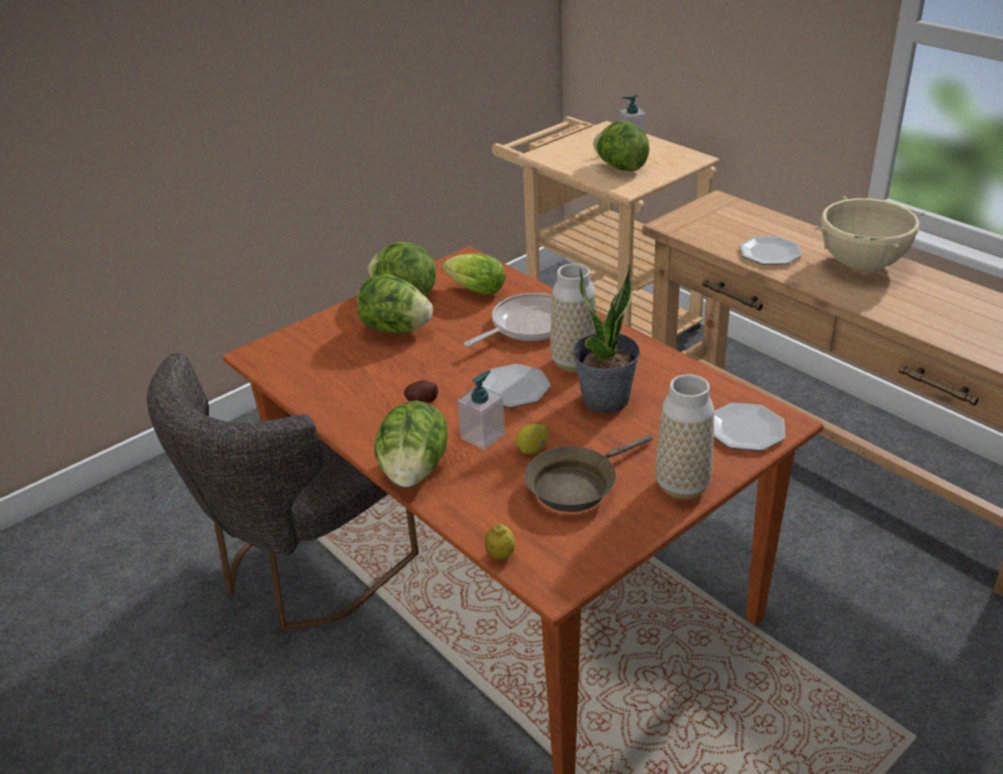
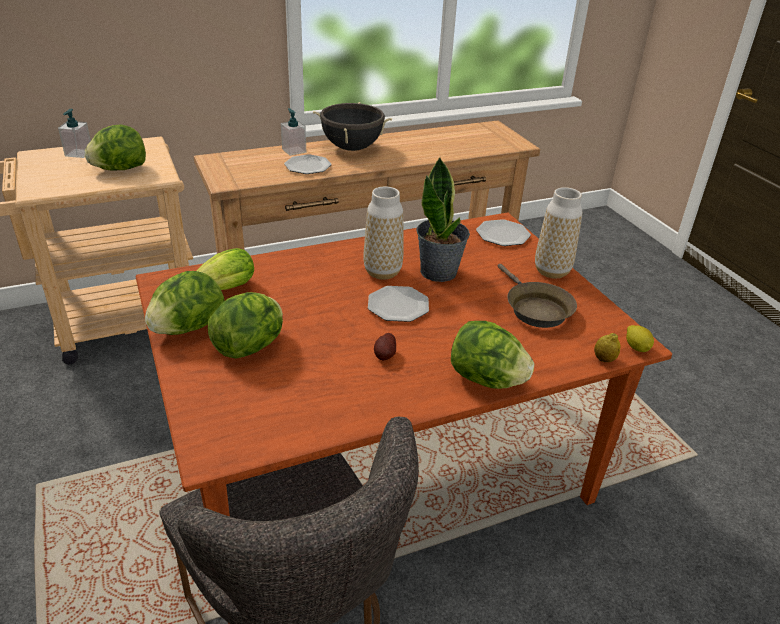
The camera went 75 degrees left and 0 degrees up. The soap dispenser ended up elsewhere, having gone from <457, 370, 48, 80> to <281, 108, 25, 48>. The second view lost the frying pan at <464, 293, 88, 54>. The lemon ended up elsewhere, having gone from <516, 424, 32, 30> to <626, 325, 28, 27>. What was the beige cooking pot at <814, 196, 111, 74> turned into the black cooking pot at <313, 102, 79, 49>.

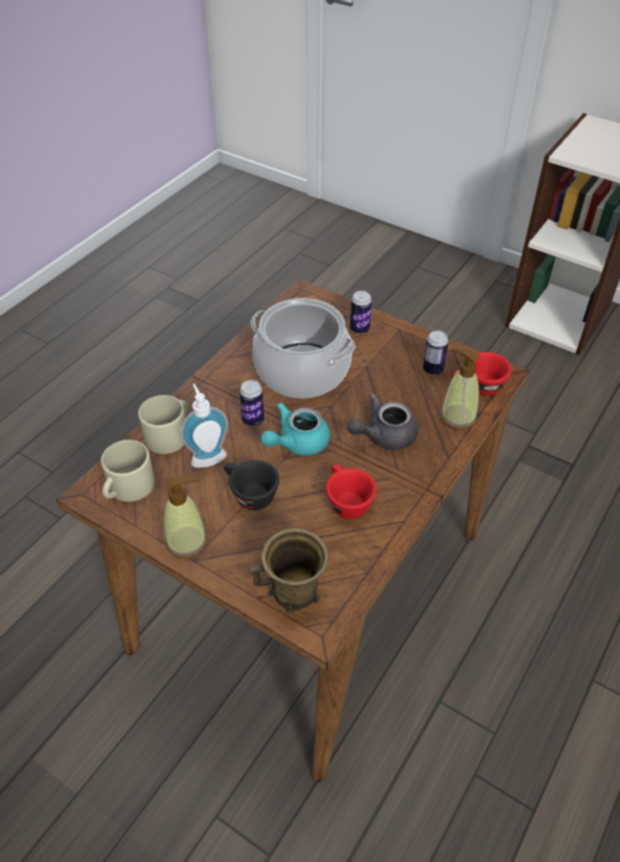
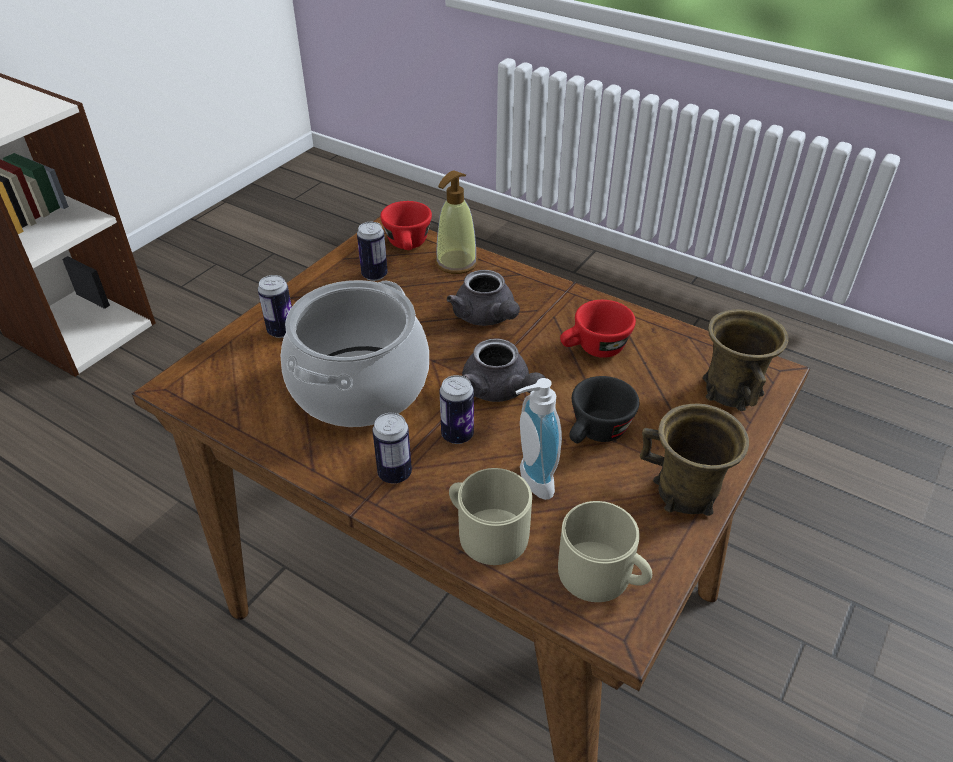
The camera went 90 degrees left and 5 degrees down. Where the soap dispenser stood at <164, 475, 43, 83>, the brown mug came to stand at <640, 404, 109, 112>. What was the turquoise teapot at <261, 402, 69, 54> turned into the grey teapot at <462, 339, 83, 63>. The second view gained the can at <372, 413, 40, 71>.

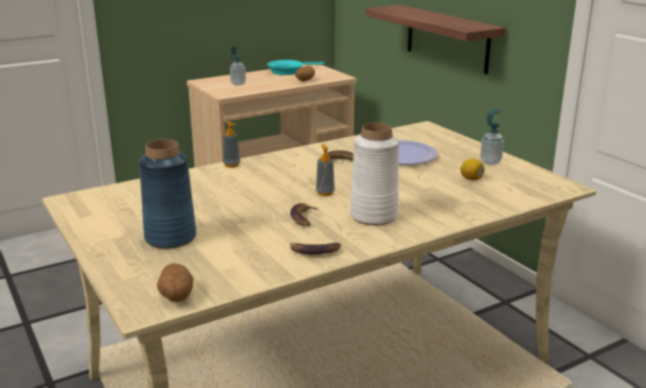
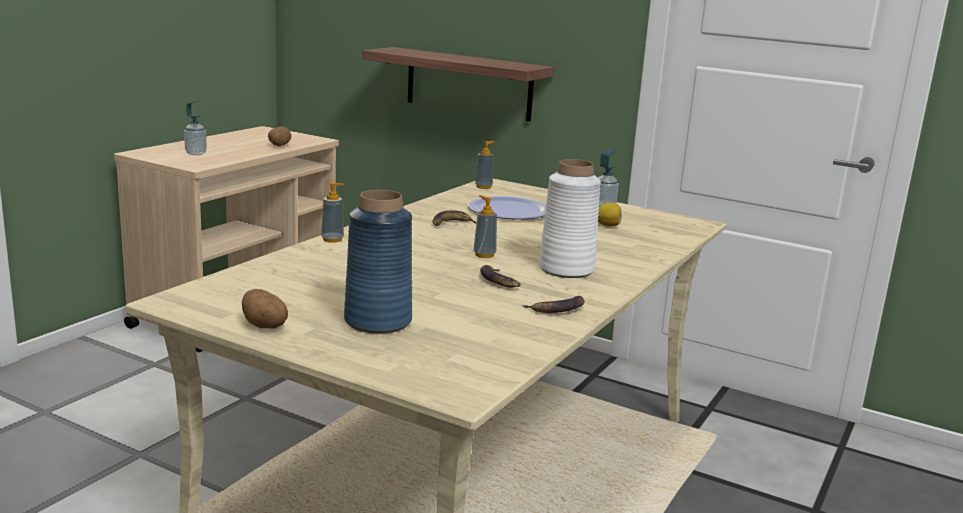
The camera went 30 degrees left and 5 degrees down. The potato ended up elsewhere, having gone from <157, 263, 36, 39> to <242, 289, 46, 40>. The second view lost the turquoise frying pan at <267, 60, 57, 15>. The second view gained the soap dispenser at <475, 141, 20, 48>.

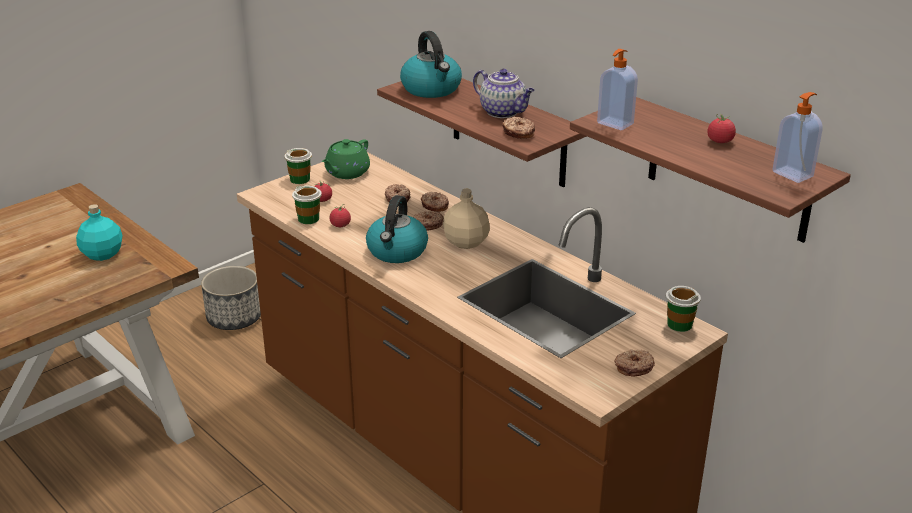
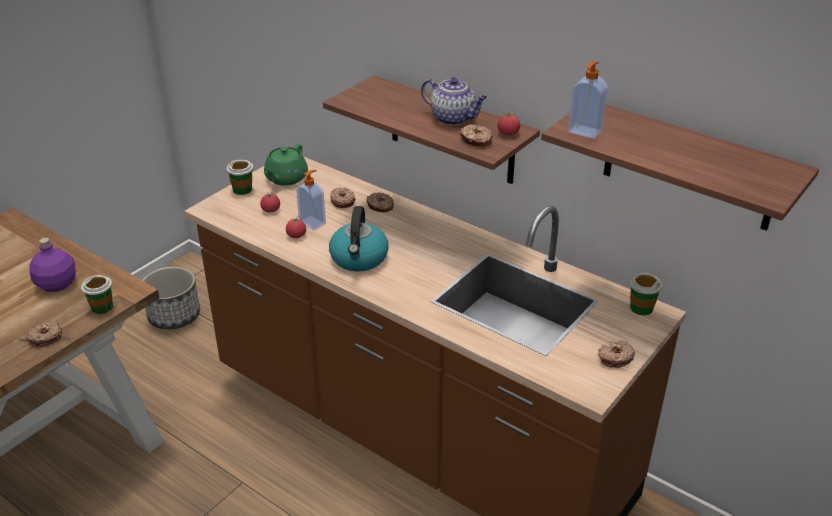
The camera went 10 degrees left and 5 degrees up. What was the turquoise bottle at <76, 204, 46, 57> turned into the purple bottle at <30, 238, 46, 54>. The cup ended up elsewhere, having gone from <292, 186, 30, 38> to <81, 275, 32, 39>. The second view lost the kettle at <400, 31, 62, 67>. The donut ended up elsewhere, having gone from <413, 211, 31, 20> to <26, 322, 36, 25>. The second view lost the beige bottle at <443, 189, 47, 60>. The tomato ended up elsewhere, having gone from <708, 114, 28, 29> to <498, 111, 22, 24>. The soap dispenser ended up elsewhere, having gone from <772, 92, 51, 91> to <296, 170, 30, 60>.

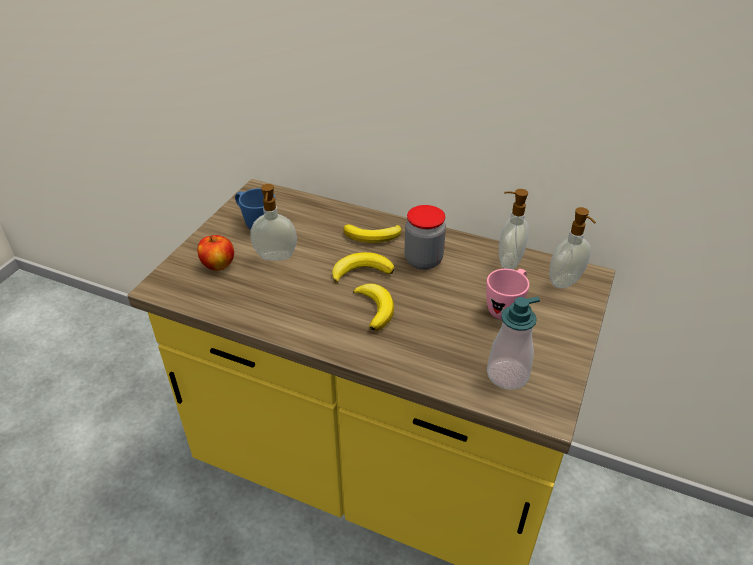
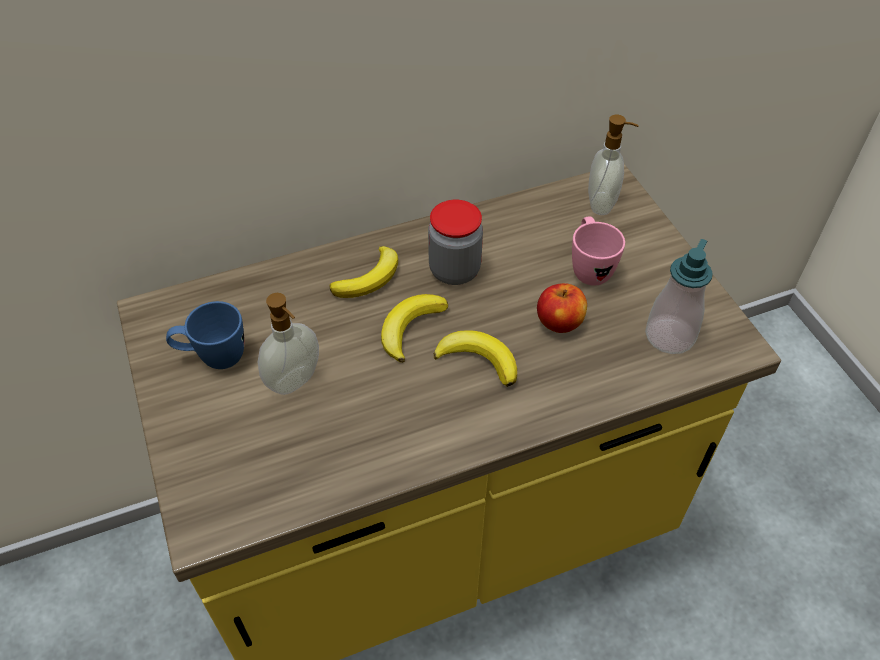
The camera went 45 degrees left and 10 degrees up. The apple ended up elsewhere, having gone from <198, 235, 36, 36> to <537, 283, 50, 50>. The second view lost the soap dispenser at <499, 189, 30, 80>.

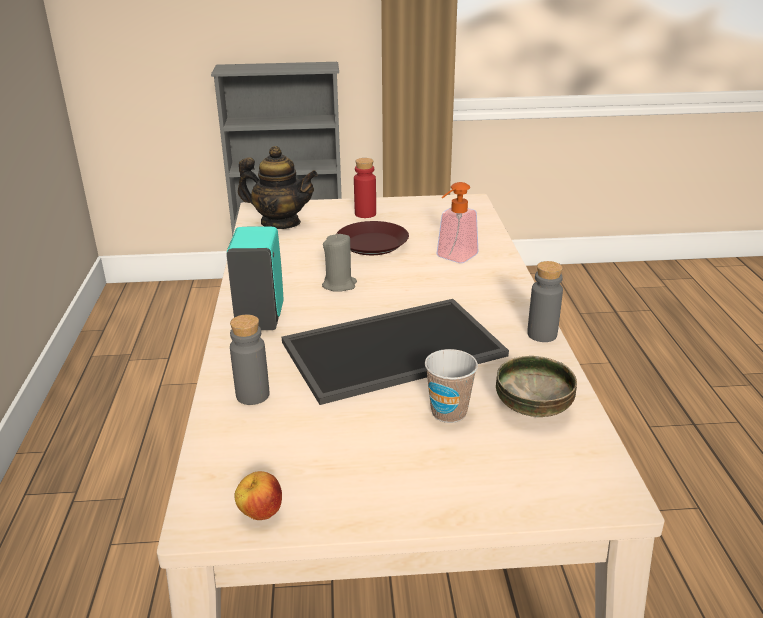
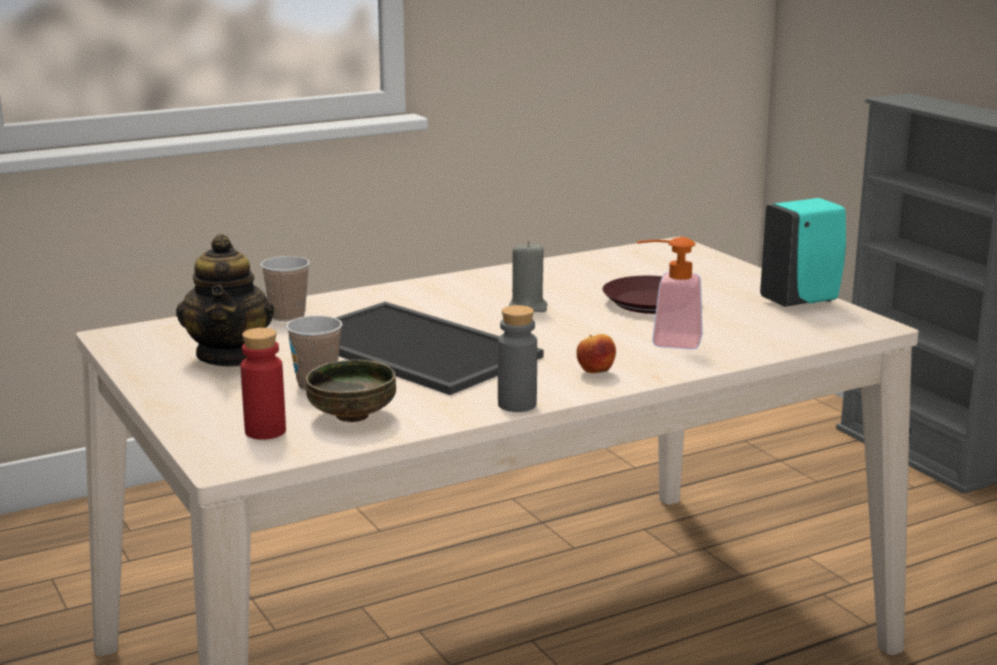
The camera went 65 degrees right and 10 degrees down. The turquoise soap dispenser ended up elsewhere, having gone from <226, 226, 58, 104> to <760, 198, 86, 109>. Where the grey bottle stood at <230, 315, 40, 90>, the cup came to stand at <261, 256, 49, 66>. The apple ended up elsewhere, having gone from <234, 471, 48, 49> to <576, 334, 40, 39>. The teapot ended up elsewhere, having gone from <238, 146, 80, 83> to <176, 234, 98, 132>. The red bottle ended up elsewhere, having gone from <354, 158, 22, 60> to <241, 328, 45, 112>.

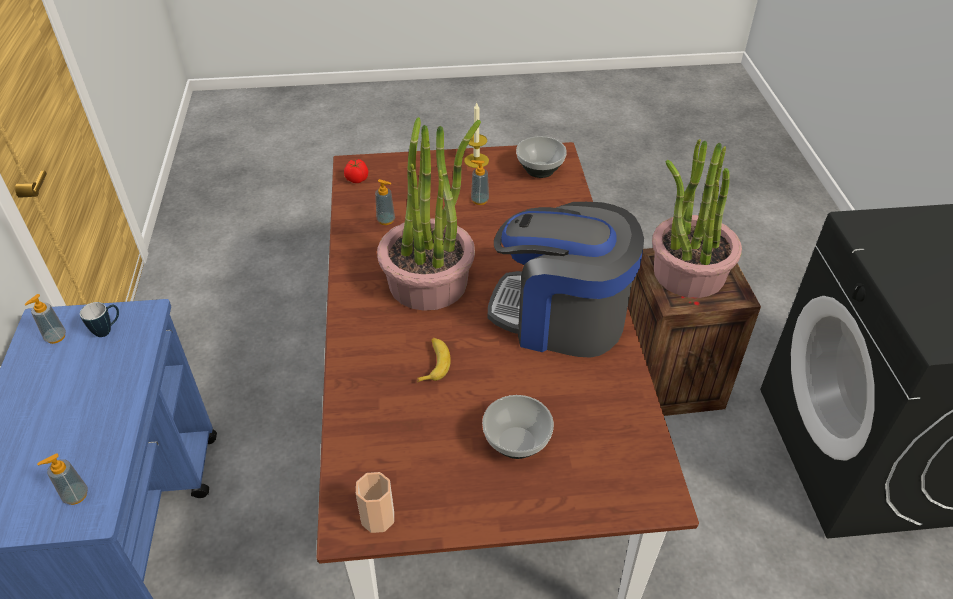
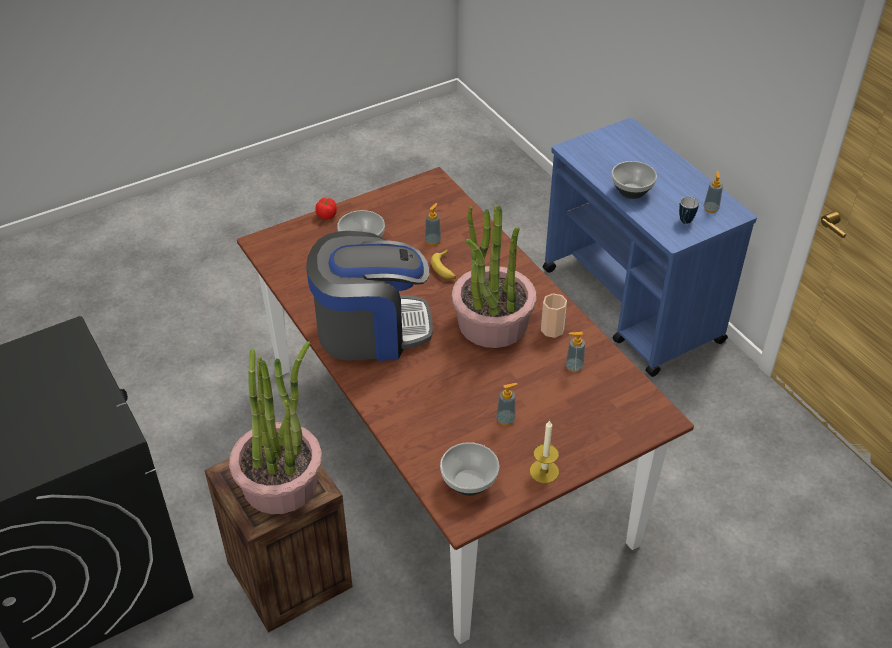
The camera went 155 degrees right and 0 degrees up. The soap dispenser ended up elsewhere, having gone from <37, 453, 51, 52> to <425, 203, 16, 42>. The tomato ended up elsewhere, having gone from <344, 159, 24, 24> to <316, 198, 21, 22>. The cup ended up elsewhere, having gone from <356, 472, 38, 61> to <541, 293, 26, 45>. The second view gained the bowl at <612, 161, 45, 38>.

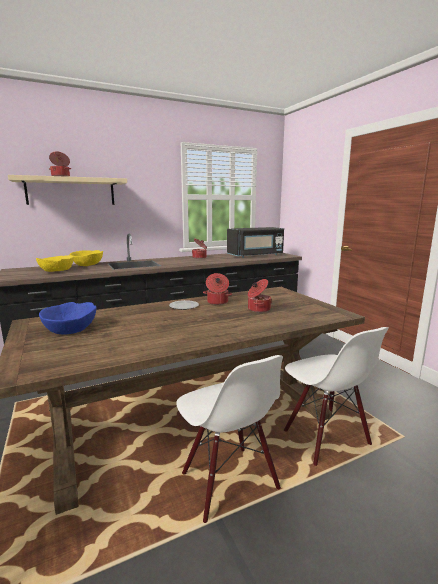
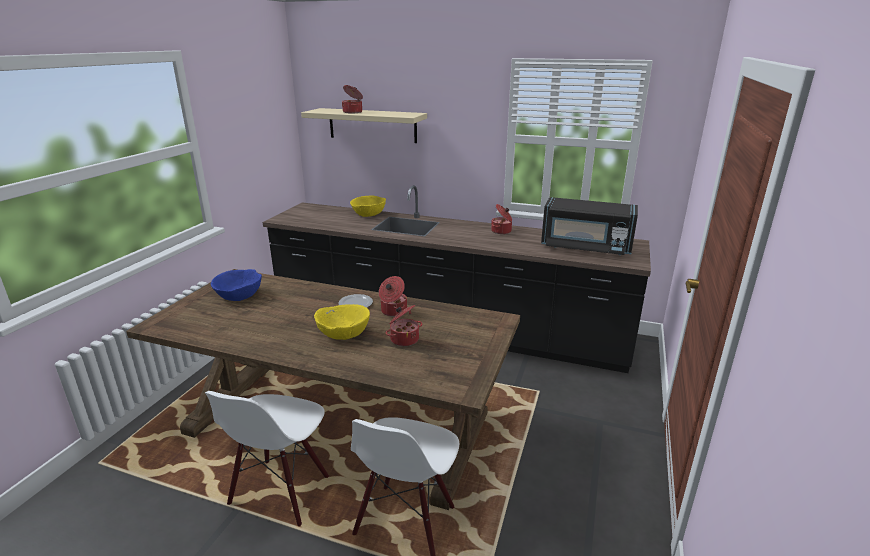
The camera went 45 degrees right and 10 degrees up. The yellow bowl ended up elsewhere, having gone from <36, 255, 38, 17> to <314, 304, 56, 36>.

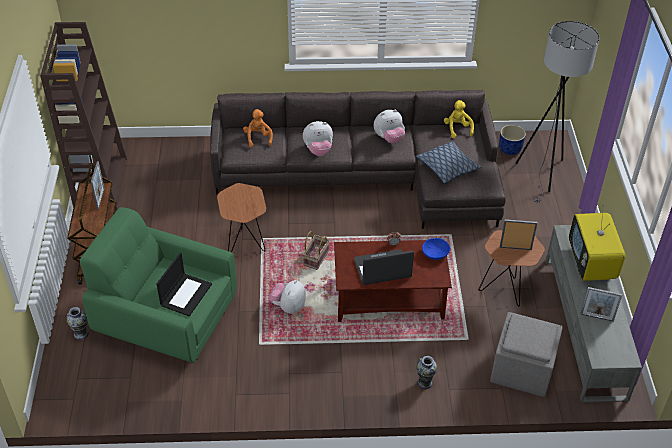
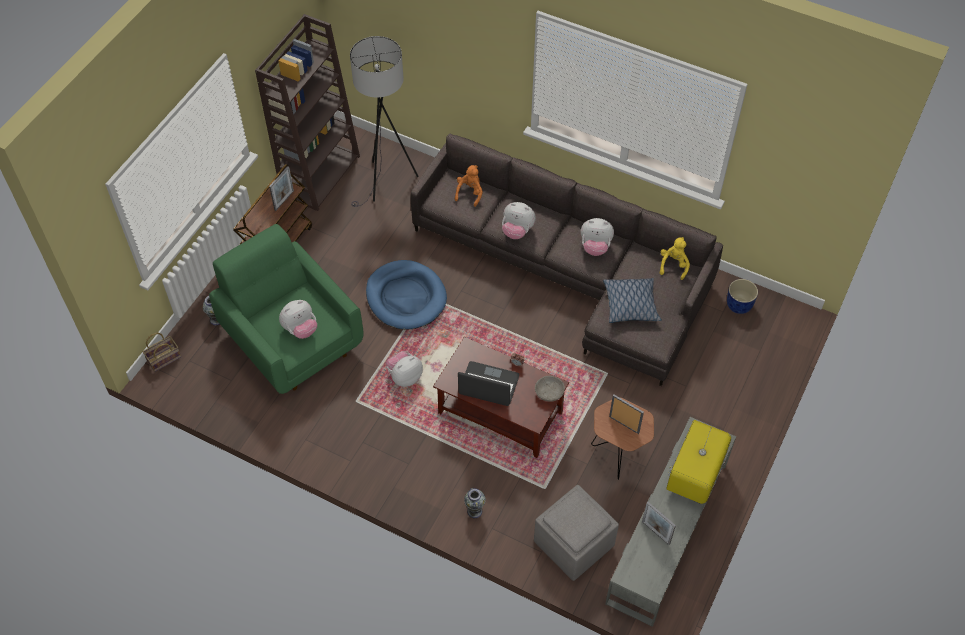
The camera went 30 degrees right and 10 degrees up. Where the laptop stood at <157, 253, 55, 63>, the plush toy came to stand at <279, 300, 38, 39>. Where the brown side table stood at <217, 183, 49, 69>, the blue dog bed came to stand at <366, 260, 81, 69>. The basket ended up elsewhere, having gone from <303, 231, 26, 39> to <143, 333, 38, 39>. What was the blue bowl at <422, 238, 28, 22> turned into the grey bowl at <535, 376, 30, 26>. The grey floor lamp ended up elsewhere, having gone from <516, 21, 83, 182> to <350, 36, 69, 171>.

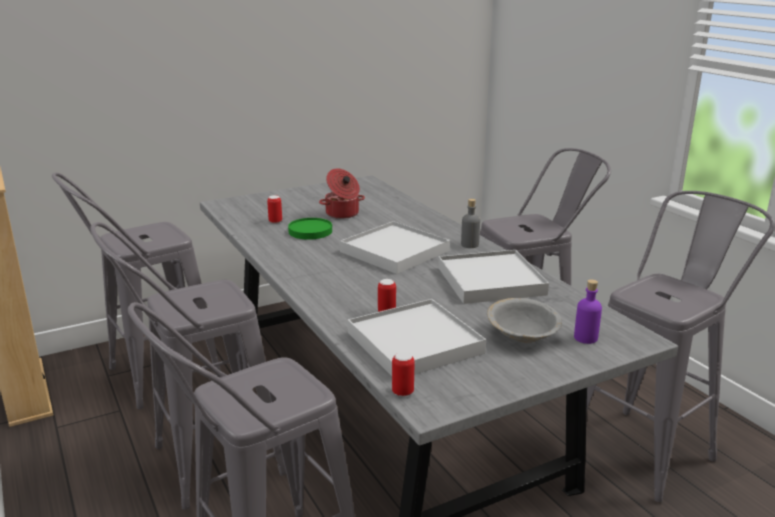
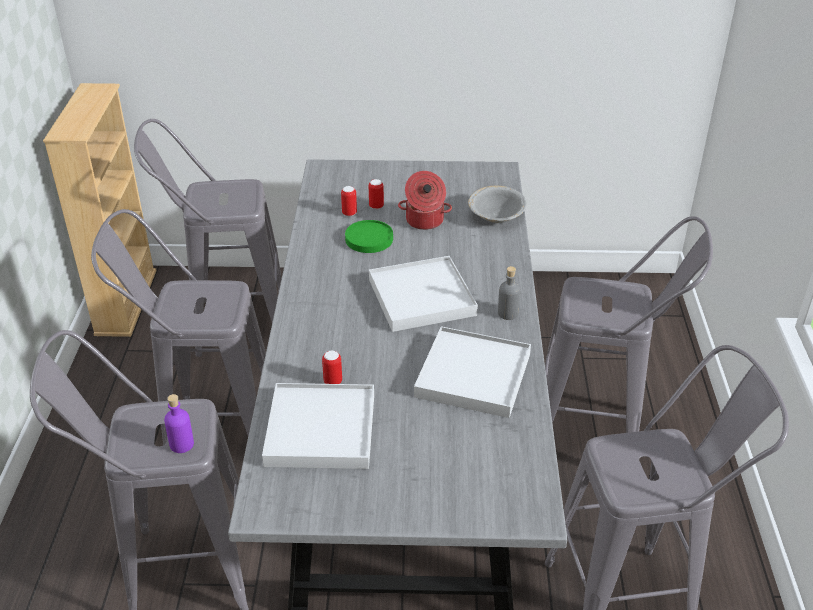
The camera went 30 degrees right and 15 degrees up. The can ended up elsewhere, having gone from <392, 352, 23, 45> to <369, 179, 15, 30>. The grey bowl ended up elsewhere, having gone from <487, 298, 75, 45> to <468, 186, 59, 37>. The purple bottle ended up elsewhere, having gone from <574, 279, 28, 65> to <164, 394, 30, 59>.

